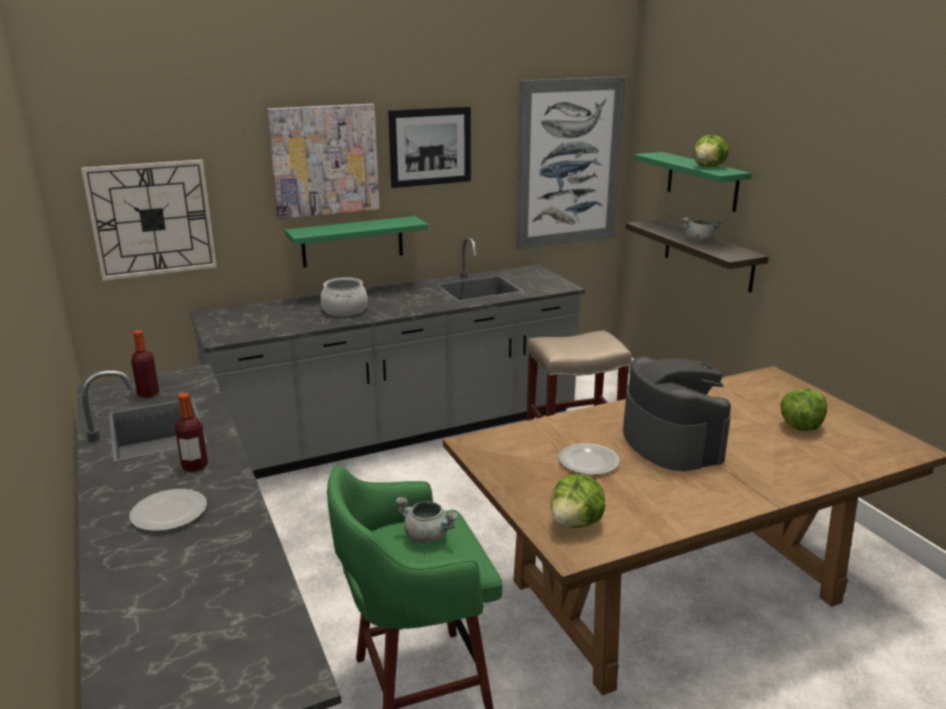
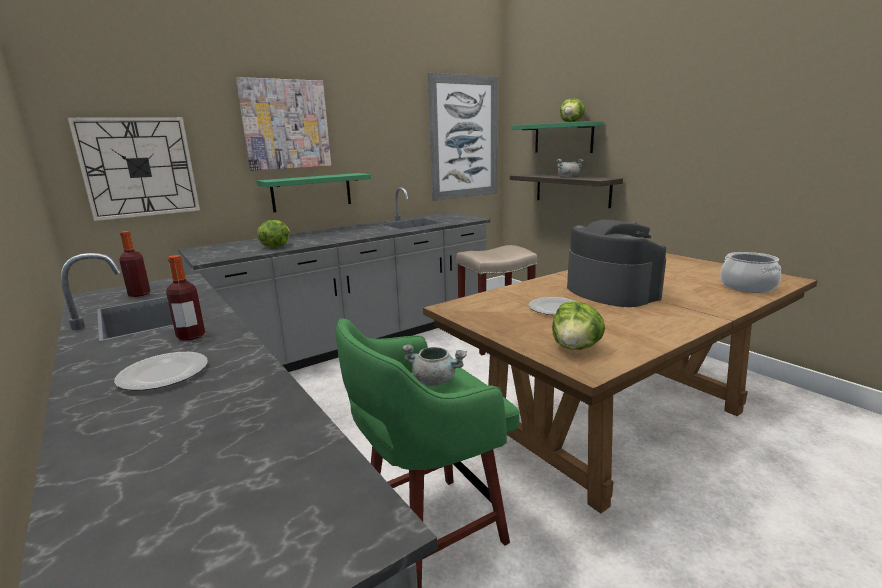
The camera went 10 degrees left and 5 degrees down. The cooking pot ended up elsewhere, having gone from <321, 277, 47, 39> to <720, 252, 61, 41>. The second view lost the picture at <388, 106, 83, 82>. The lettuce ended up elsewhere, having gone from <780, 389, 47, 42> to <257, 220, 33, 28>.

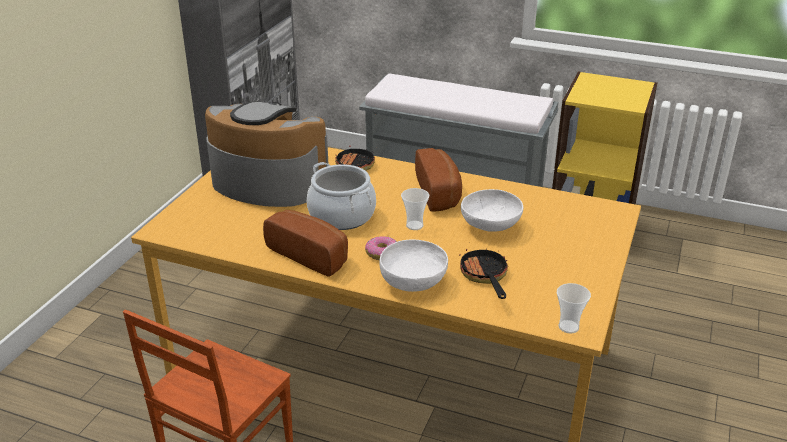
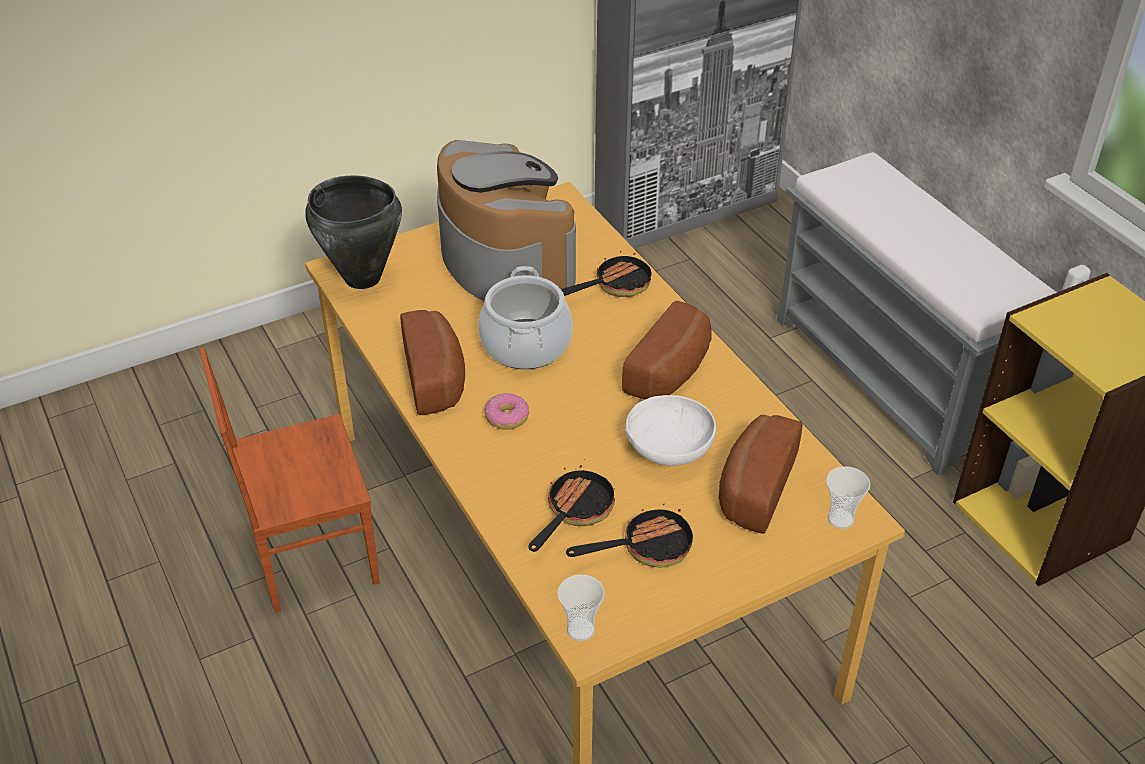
The camera went 40 degrees right and 10 degrees up. The second view lost the white bowl at <379, 239, 69, 53>. The cup ended up elsewhere, having gone from <401, 188, 28, 42> to <826, 466, 45, 63>. The second view gained the black cooking pot at <305, 175, 97, 114>. The second view gained the frying pan at <566, 503, 127, 65>. The second view gained the bread at <718, 415, 85, 119>.

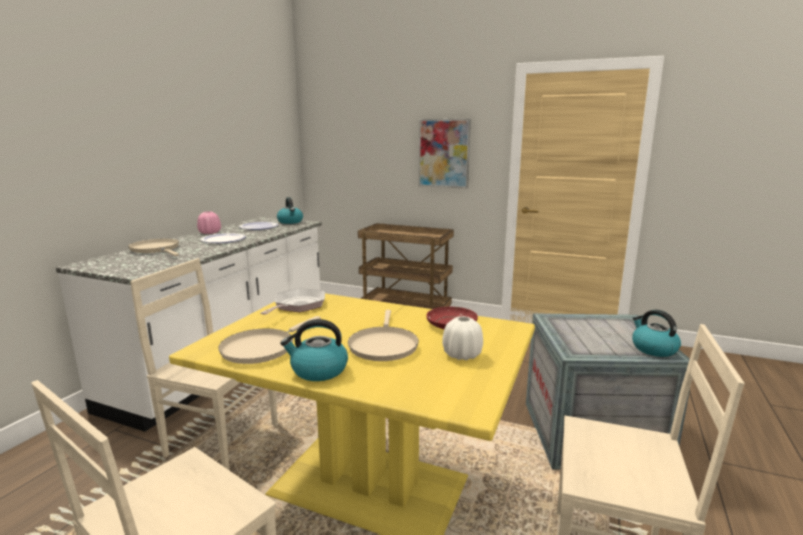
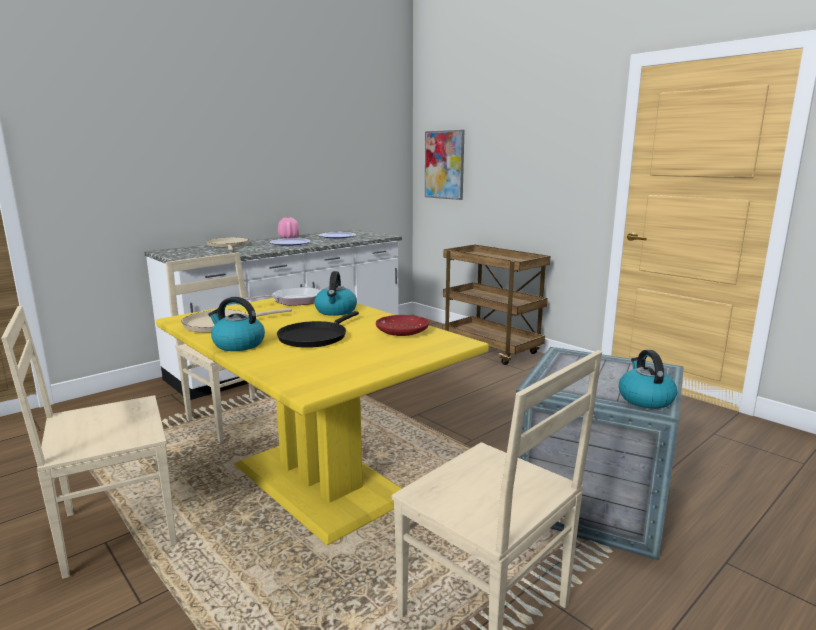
The camera went 25 degrees right and 0 degrees up. The kettle ended up elsewhere, having gone from <277, 197, 26, 27> to <314, 271, 43, 45>. What was the beige frying pan at <348, 310, 71, 51> turned into the black frying pan at <277, 311, 82, 37>. The picture ended up elsewhere, having gone from <419, 119, 52, 70> to <425, 130, 39, 70>. The second view lost the white vase at <442, 316, 41, 44>.

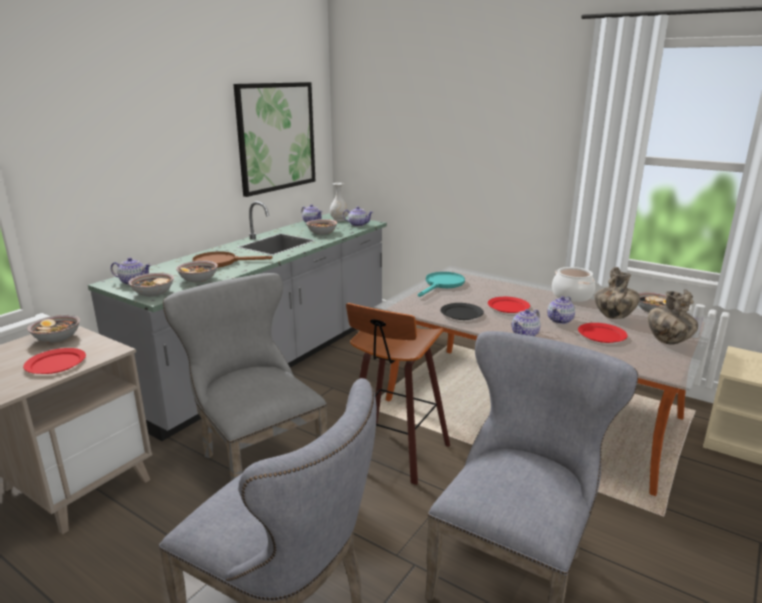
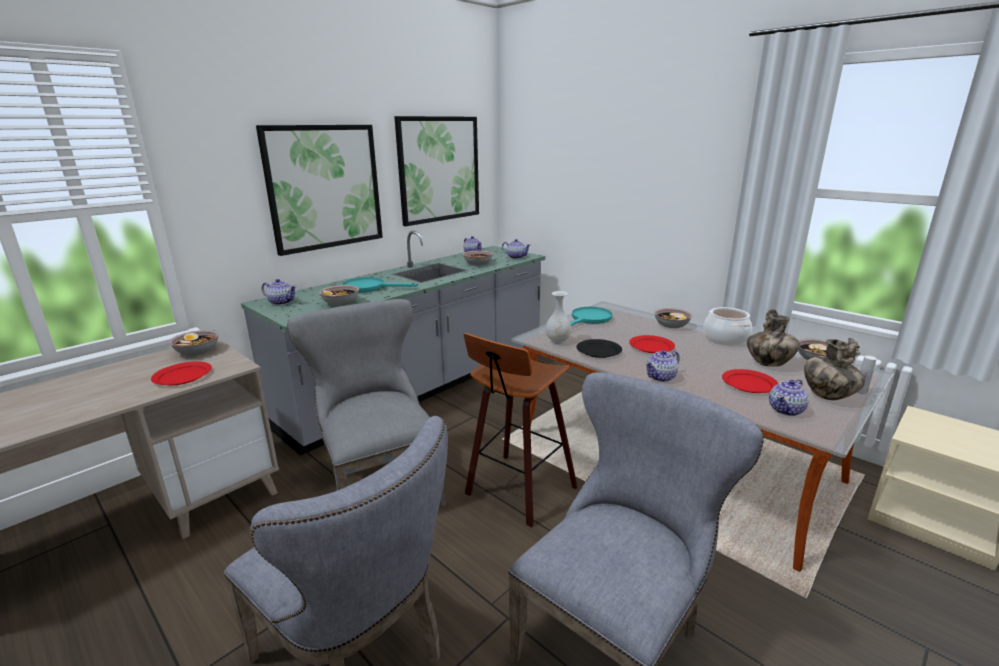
The camera went 10 degrees right and 0 degrees up. The bowl ended up elsewhere, having gone from <128, 273, 46, 23> to <654, 308, 38, 20>. What was the brown frying pan at <192, 251, 80, 17> turned into the turquoise frying pan at <342, 277, 76, 16>. The white vase ended up elsewhere, having gone from <330, 183, 18, 38> to <546, 291, 26, 53>. The teapot ended up elsewhere, having gone from <547, 296, 28, 28> to <769, 379, 40, 37>. The second view gained the picture at <256, 125, 127, 131>.

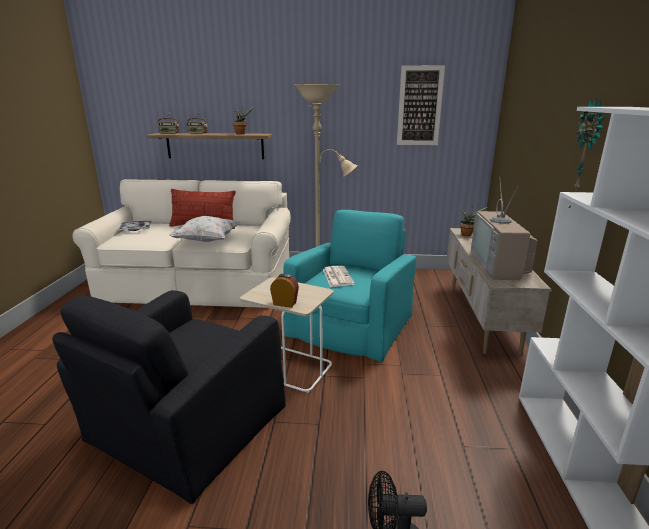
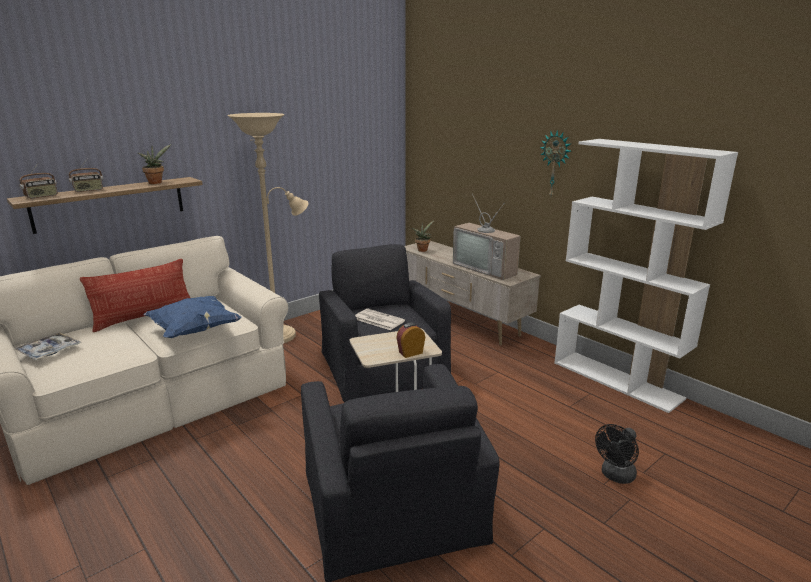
The camera went 45 degrees left and 0 degrees up. What was the white pillow at <169, 216, 71, 26> turned into the blue pillow at <143, 296, 99, 42>. What was the turquoise armchair at <283, 210, 133, 152> turned into the black armchair at <319, 244, 132, 158>. The second view lost the picture at <397, 65, 48, 80>.

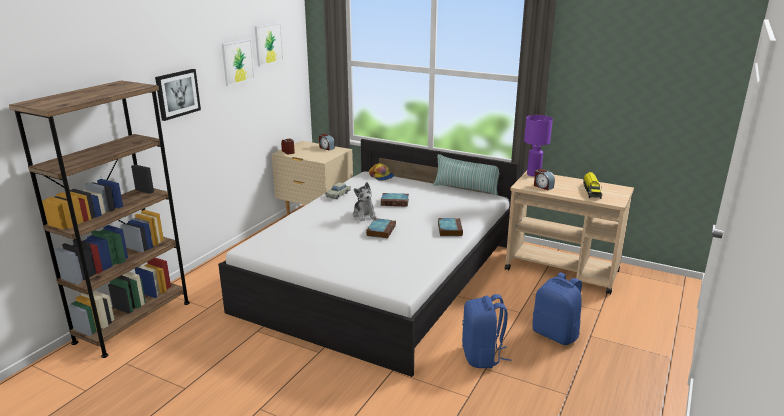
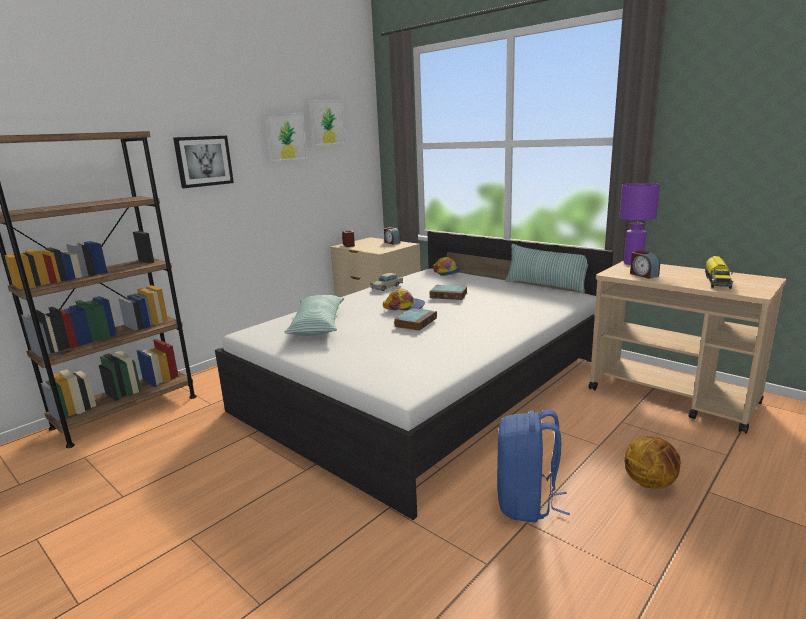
The camera went 15 degrees right and 5 degrees down. Where the plush toy stood at <353, 182, 23, 39>, the cap came to stand at <383, 288, 42, 23>. The second view lost the book at <438, 218, 25, 18>. Where the blue backpack stood at <532, 273, 50, 72>, the basketball came to stand at <624, 435, 57, 54>. The second view gained the pillow at <284, 295, 60, 41>.

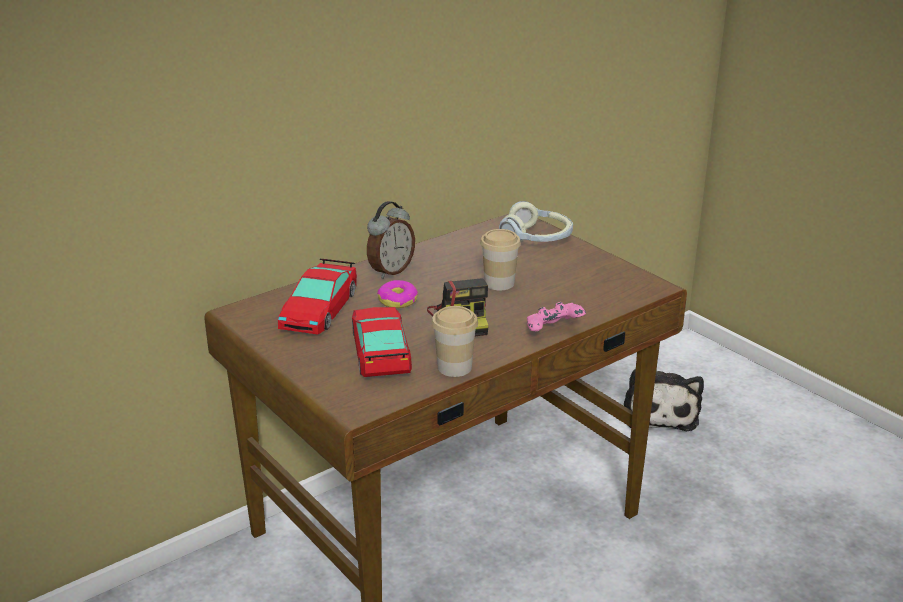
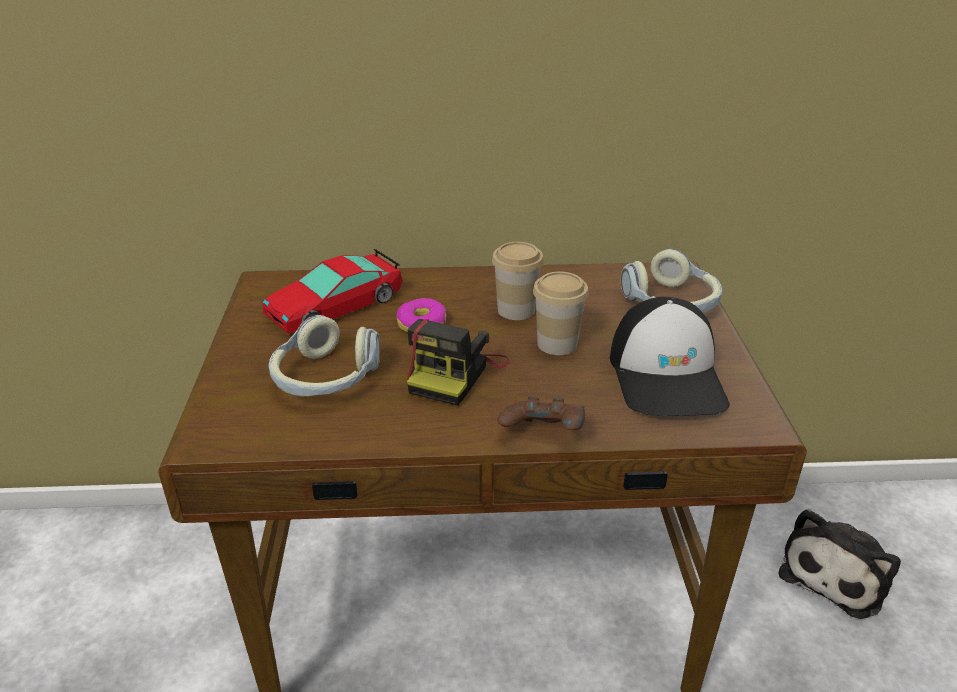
The camera went 35 degrees right and 5 degrees up. Where the toy car stood at <352, 307, 60, 70>, the headphones came to stand at <269, 315, 111, 81>. The second view lost the alarm clock at <367, 201, 48, 78>. The cup ended up elsewhere, having gone from <431, 306, 47, 71> to <492, 242, 52, 78>. What was the pink game controller at <527, 302, 59, 29> turned into the brown game controller at <497, 396, 88, 34>. The second view gained the cap at <610, 297, 120, 119>.

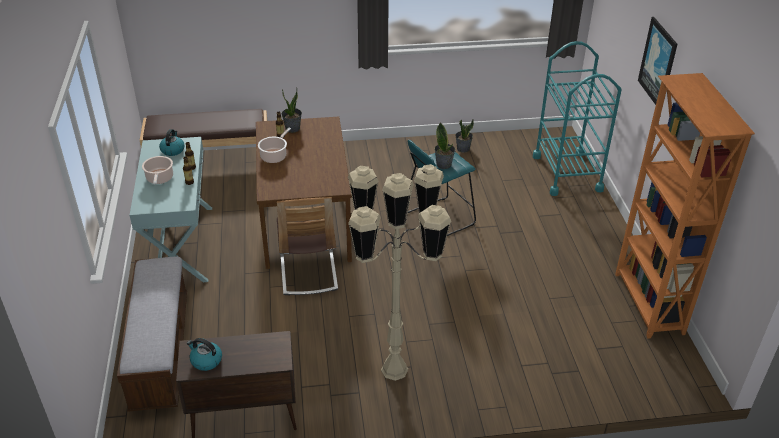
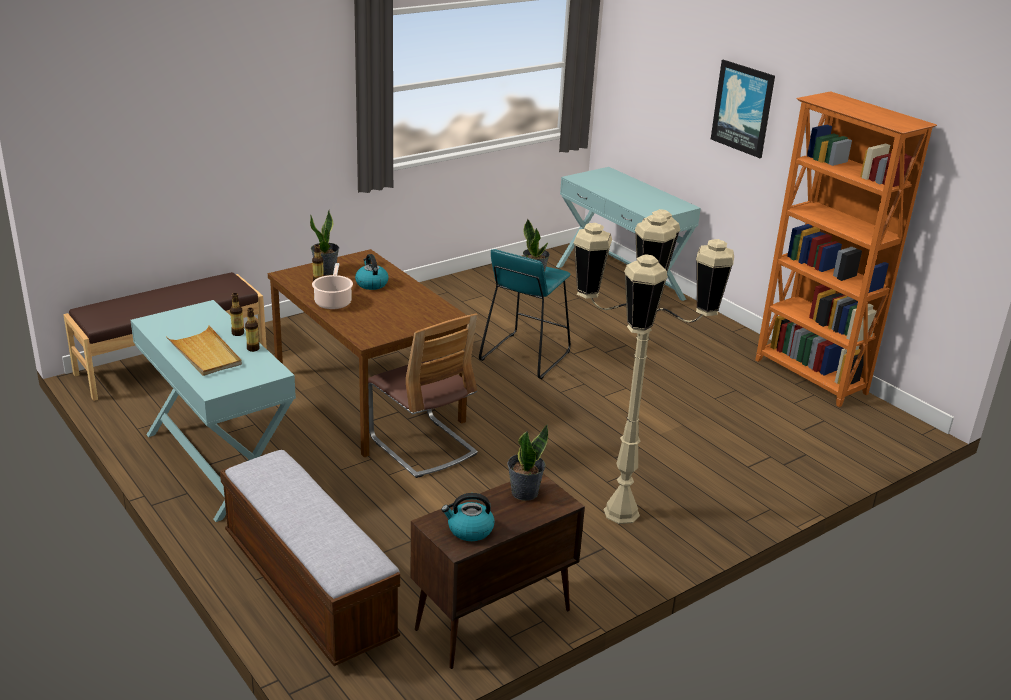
The camera went 30 degrees left and 10 degrees down. Where the cooking pot stood at <142, 156, 31, 28>, the beige tray came to stand at <166, 325, 76, 51>. The kettle ended up elsewhere, having gone from <159, 129, 26, 27> to <355, 254, 34, 36>. The potted plant ended up elsewhere, having gone from <455, 119, 19, 34> to <507, 424, 41, 77>. Where the turquoise cart stood at <533, 41, 88, 155>, the turquoise console table came to stand at <556, 167, 145, 134>.

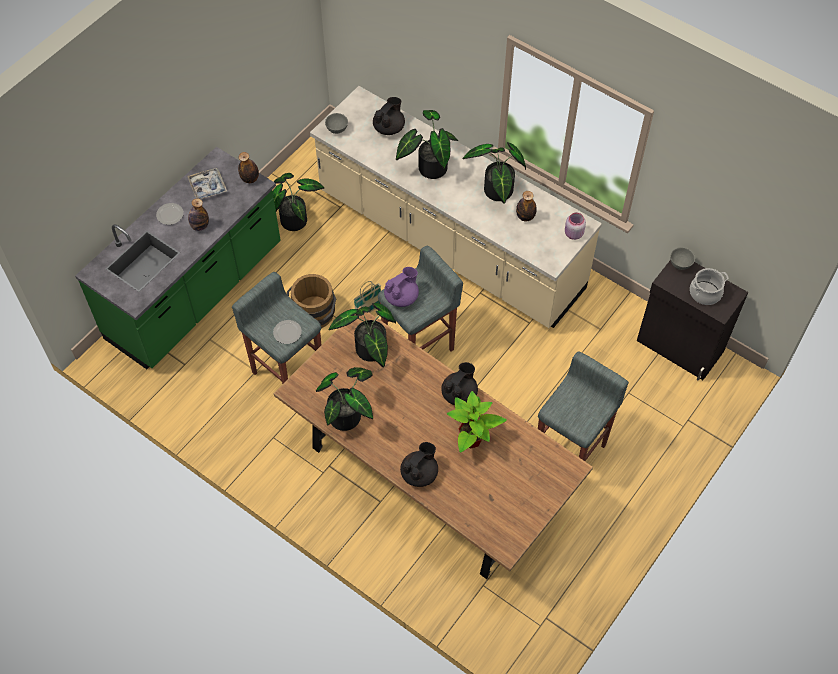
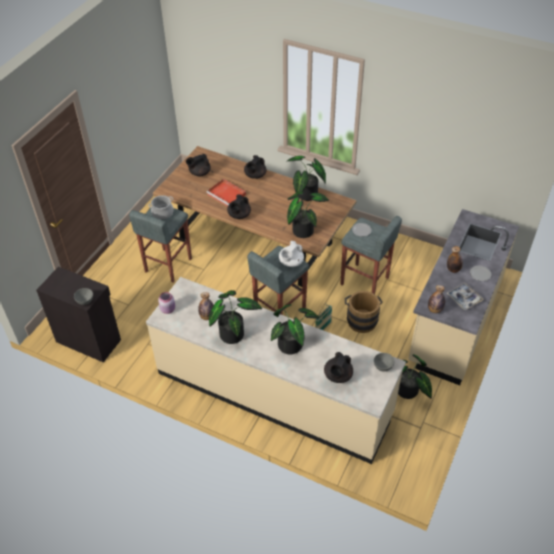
The camera went 170 degrees right and 10 degrees down. What was the green counter at <75, 147, 206, 222> turned into the beige counter at <408, 209, 111, 176>. What was the purple teapot at <384, 267, 35, 40> turned into the white teapot at <279, 241, 25, 26>. Where the potted plant stood at <447, 391, 60, 61>, the red tray came to stand at <206, 179, 40, 28>. The cooking pot ended up elsewhere, having gone from <690, 268, 38, 37> to <149, 195, 25, 25>. The second view gained the black teapot at <186, 154, 25, 22>.

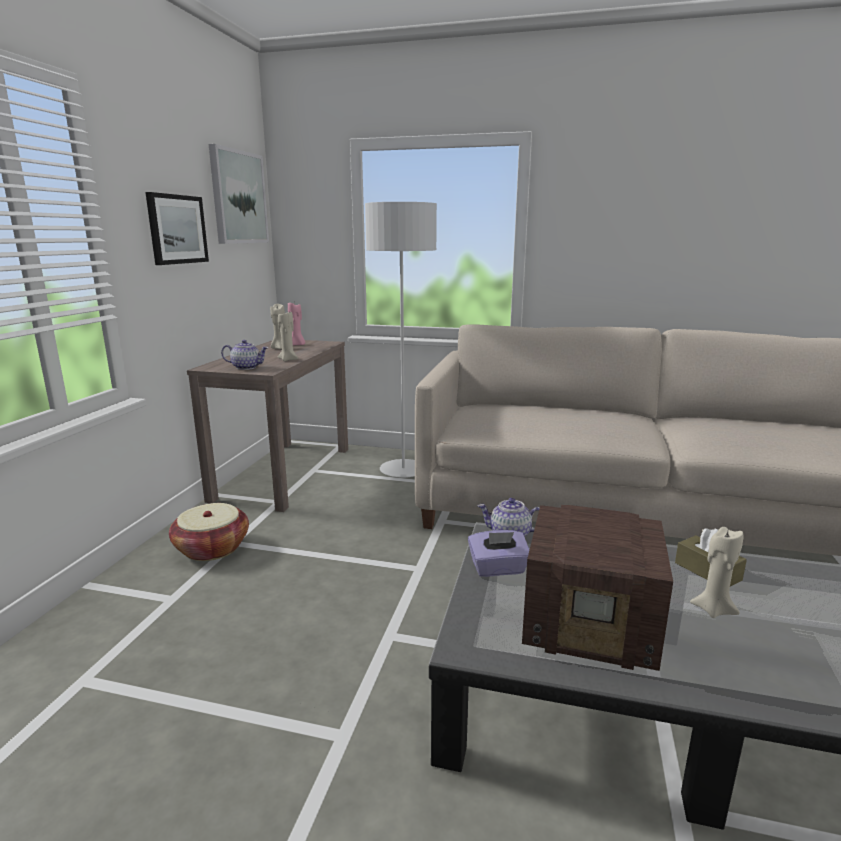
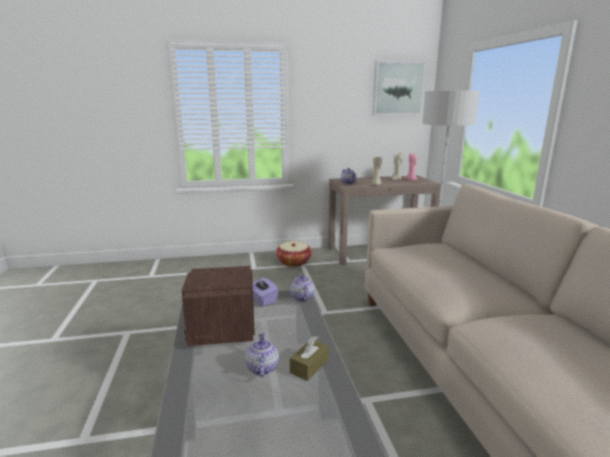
The camera went 65 degrees right and 0 degrees up. The second view lost the picture at <145, 192, 64, 73>. Where the beige candle stood at <690, 527, 54, 91>, the teapot came to stand at <245, 332, 34, 45>.

